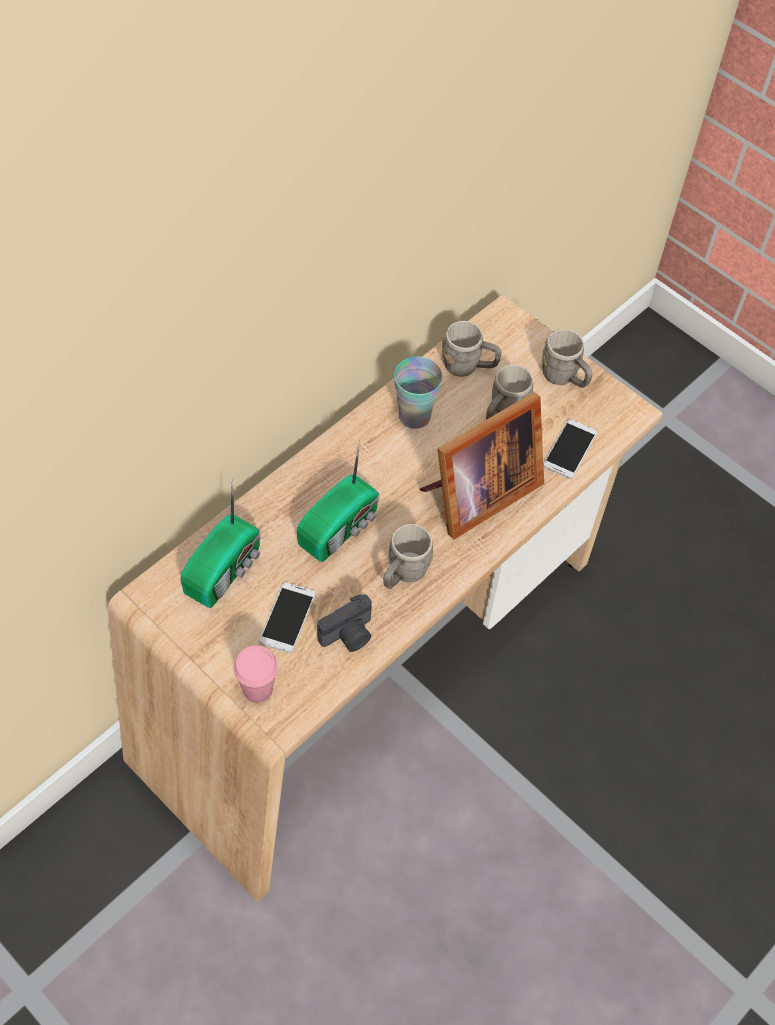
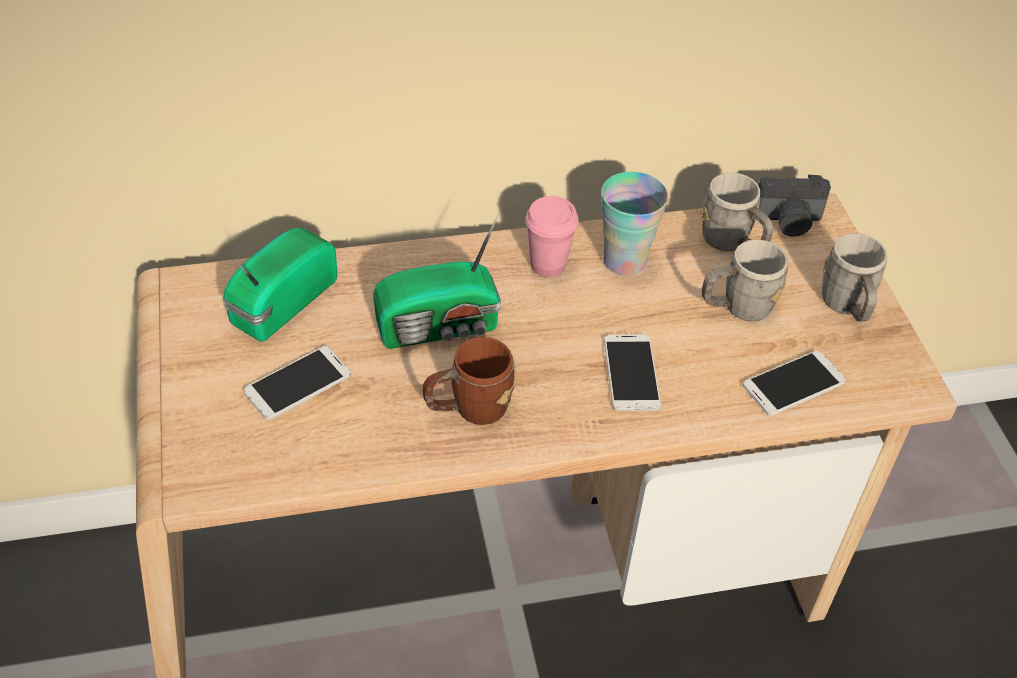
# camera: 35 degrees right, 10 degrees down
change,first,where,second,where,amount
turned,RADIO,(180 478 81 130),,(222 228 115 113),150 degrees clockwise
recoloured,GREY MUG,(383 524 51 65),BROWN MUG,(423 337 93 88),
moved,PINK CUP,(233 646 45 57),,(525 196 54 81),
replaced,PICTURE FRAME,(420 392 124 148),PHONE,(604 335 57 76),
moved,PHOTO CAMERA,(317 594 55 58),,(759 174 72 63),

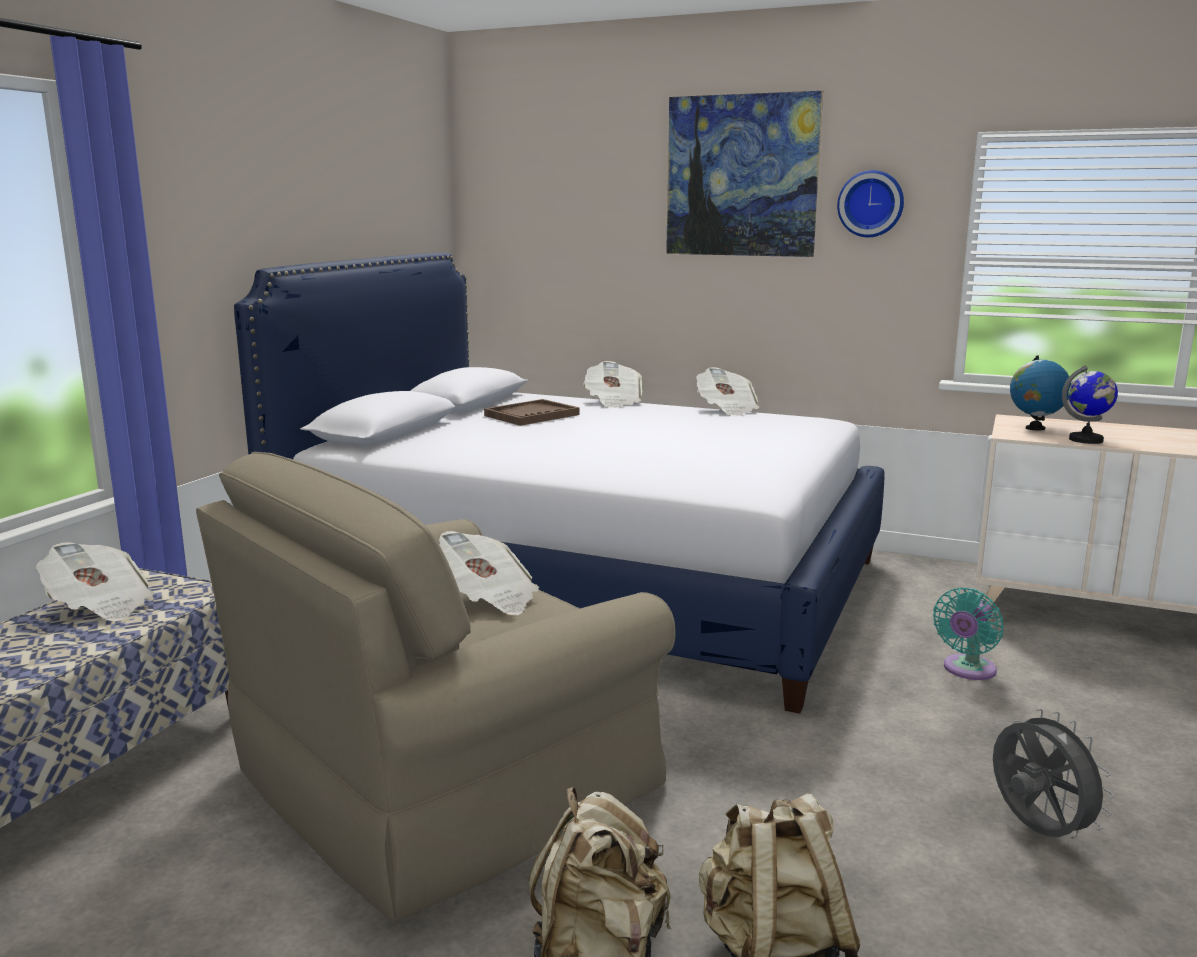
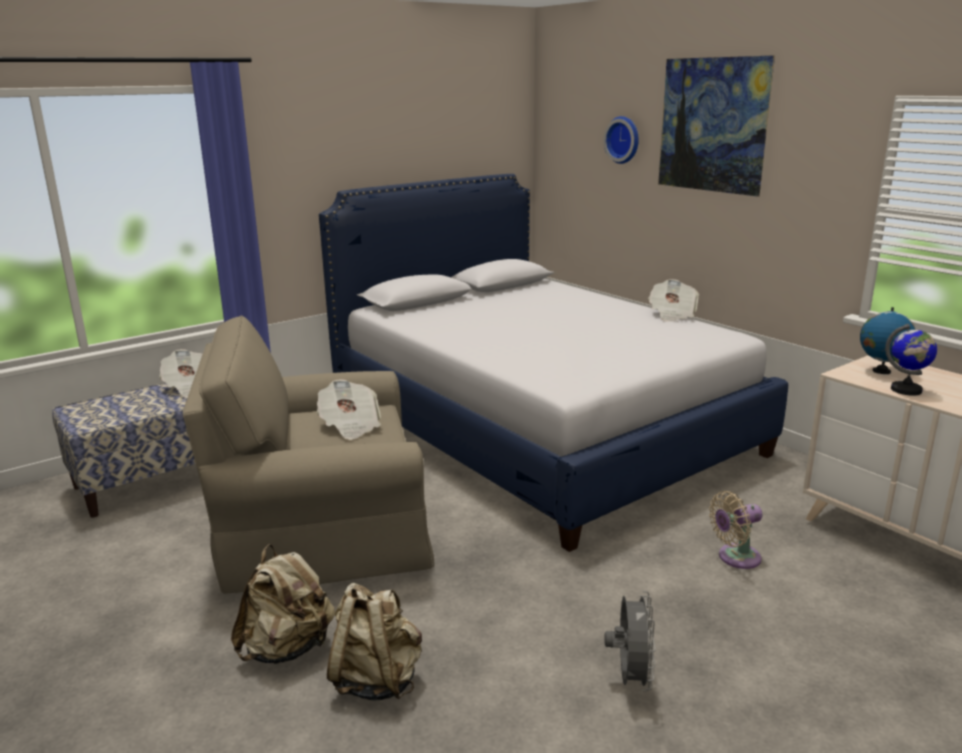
# camera: 30 degrees right, 5 degrees up
change,first,where,second,where,amount
moved,WALL CLOCK,(837 170 67 67),,(603 116 36 48),
recoloured,TURQUOISE FAN,(933 588 71 92),BEIGE FAN,(709 491 54 78),
removed,BROWN TRAY,(484 399 96 27),,,
removed,NEWSPAPER,(583 361 59 47),,,

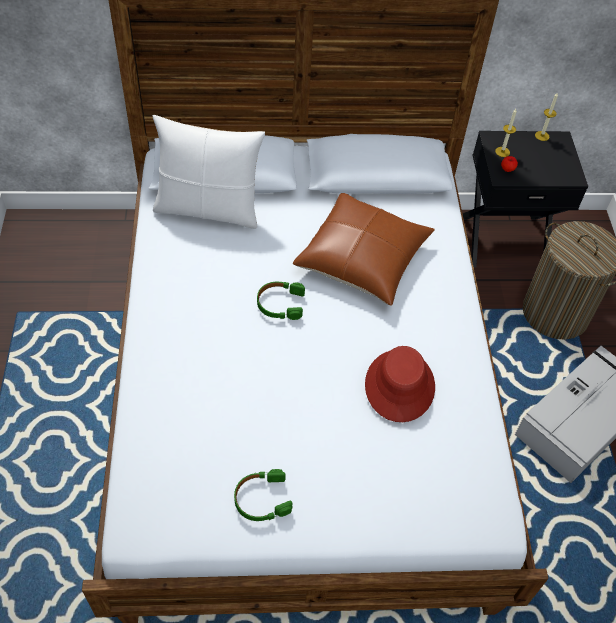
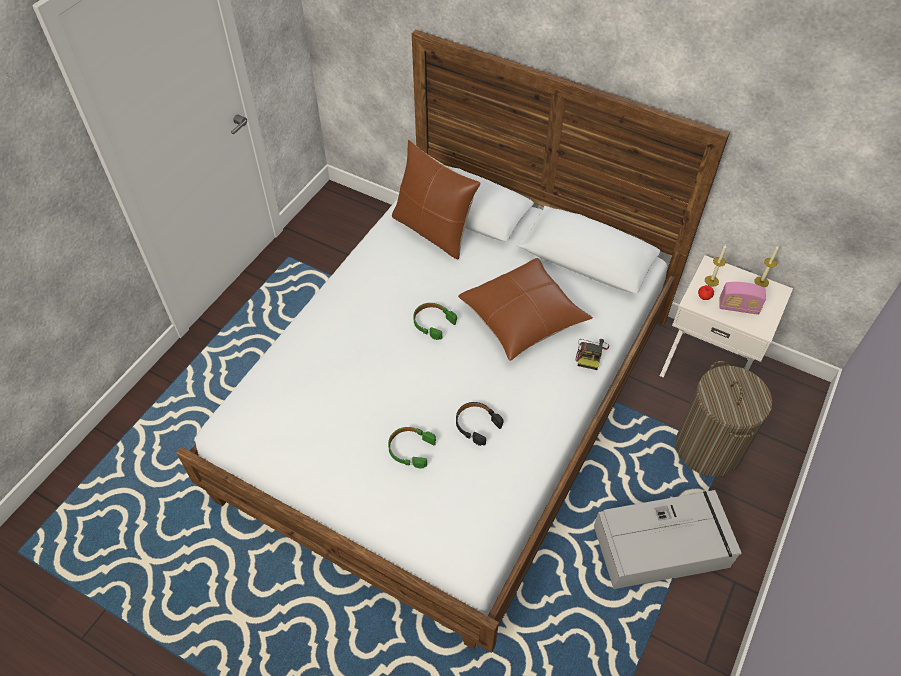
# camera: 35 degrees right, 0 degrees up
change,first,where,second,where,amount
moved,GREEN HEADPHONES,(234 469 58 52),,(388 427 48 42),
recoloured,WHITE PILLOW,(152 115 113 114),BROWN PILLOW,(392 140 89 120),
replaced,RED HAT,(365 346 70 76),BLACK HEADPHONES,(456 402 48 44),
added,,,PHOTO CAMERA,(576 339 33 31),
recoloured,BLACK NIGHTSTAND,(463 131 125 137),WHITE NIGHTSTAND,(660 255 133 123),
added,,,RADIO,(719 282 47 33),

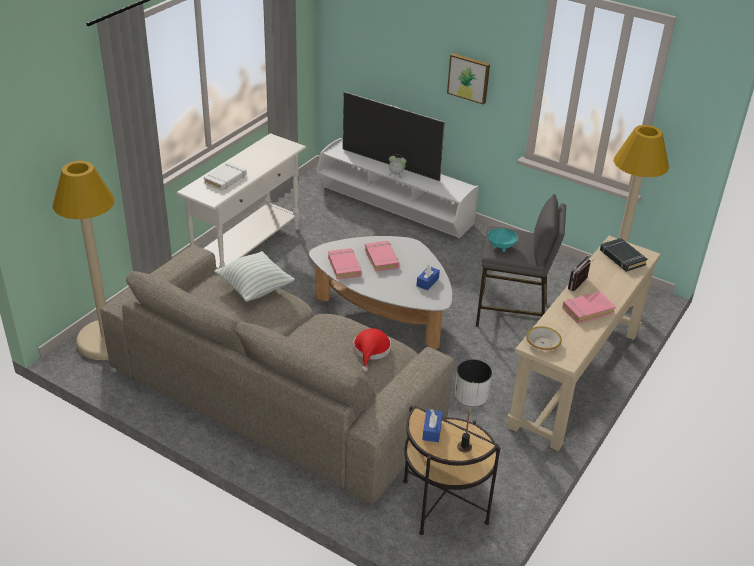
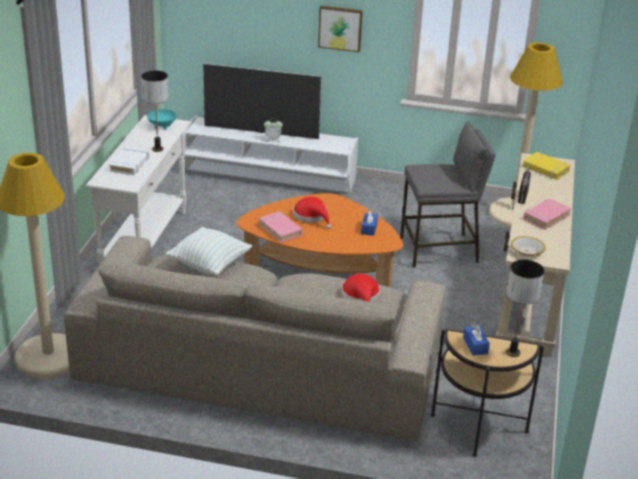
# camera: 20 degrees left, 5 degrees down
change,first,where,second,where,amount
added,,,TABLE LAMP,(141 71 28 81),
moved,TURQUOISE BOWL,(488 228 30 24),,(147 109 30 21),
recoloured,WHITE COFFEE TABLE,(309 236 143 113),ORANGE COFFEE TABLE,(237 193 166 94),
replaced,PINK BOOK,(365 241 34 31),RED HAT,(293 197 38 32),
recoloured,BLACK BOOK,(600 238 47 34),YELLOW BOOK,(523 152 48 28),

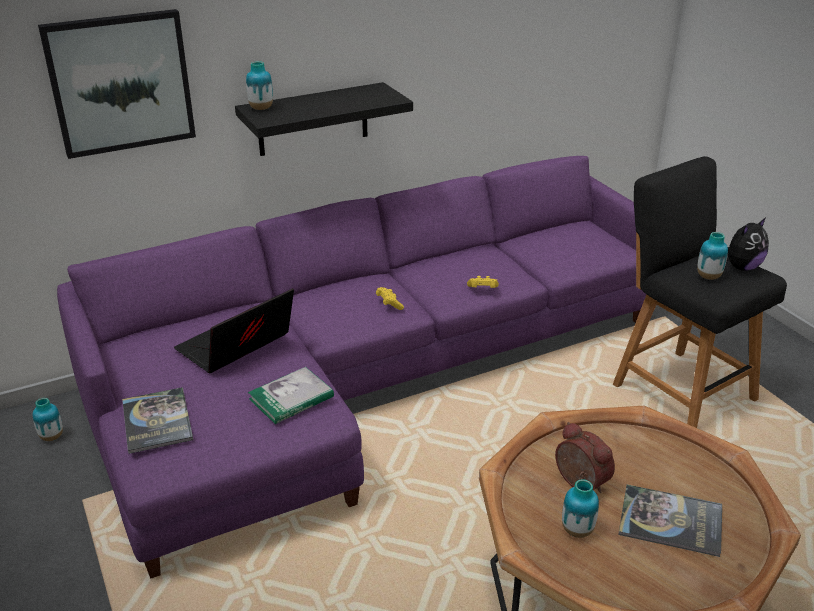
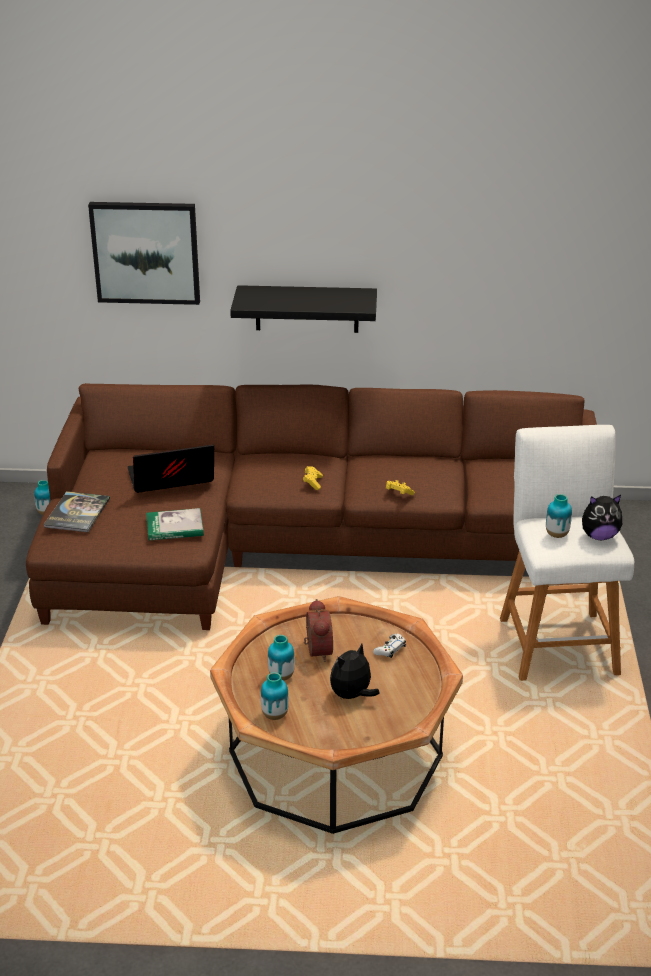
# camera: 30 degrees right, 0 degrees up
change,first,where,second,where,amount
recoloured,PURPLE SOFA,(57 156 589 423),BROWN SOFA,(26 383 571 247),
moved,VASE,(246 61 27 49),,(261 672 28 48),
replaced,BOOK,(618 484 104 73),PLUSH TOY,(330 644 49 58),
added,,,WHITE GAME CONTROLLER,(373 634 33 24),
recoloured,BLACK STOOL,(613 156 174 272),WHITE STOOL,(500 425 134 256),

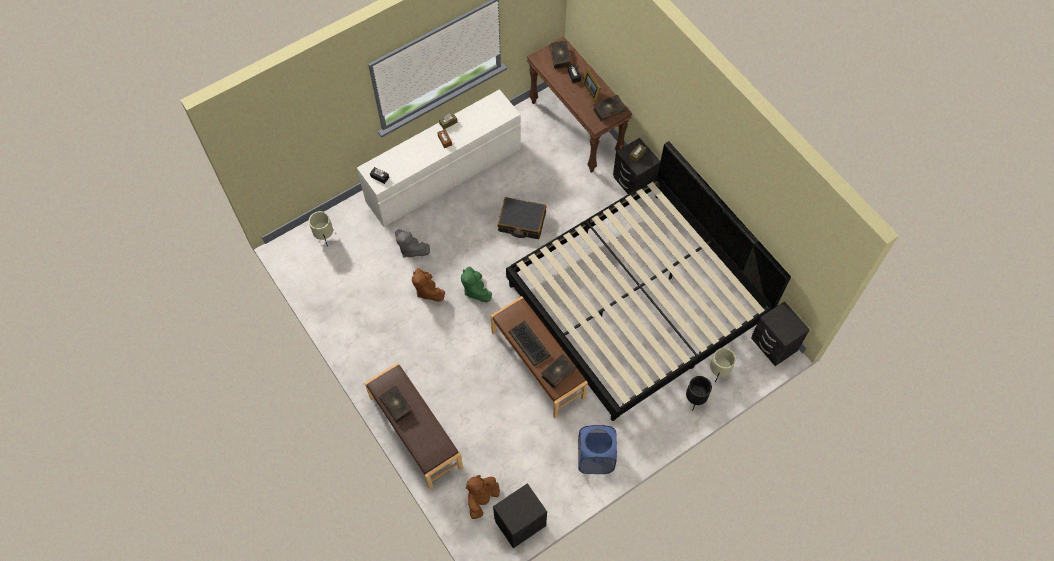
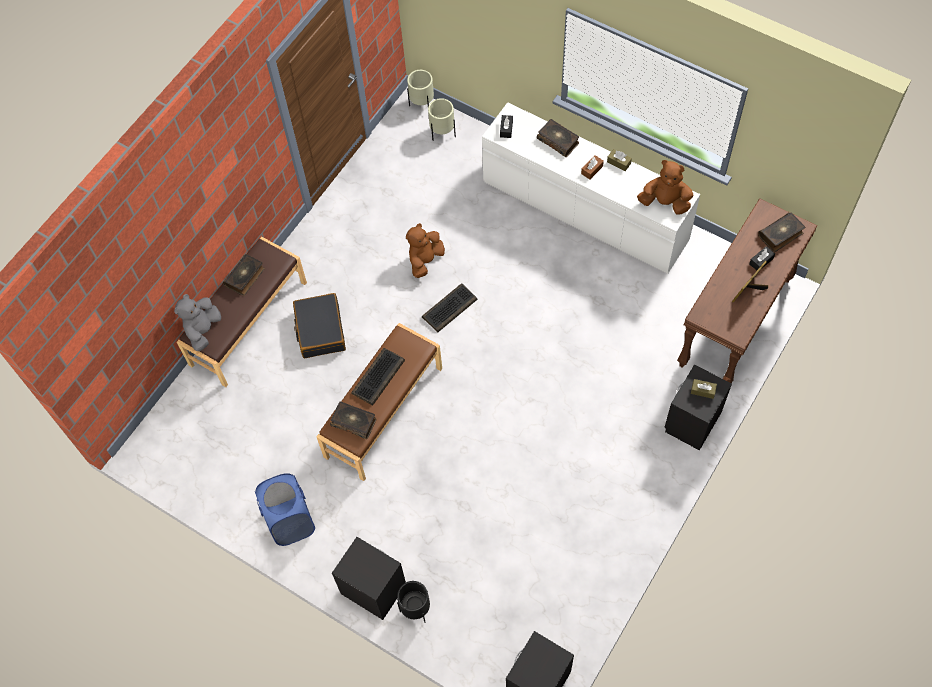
# camera: 70 degrees right, 0 degrees up
change,first,where,second,where,amount
moved,GREY PLUSH TOY,(395 229 35 29),,(174 294 47 57),
moved,BLACK SUITCASE,(498 197 48 42),,(293 293 53 65),
moved,BLACK NIGHTSTAND,(493 483 54 65),,(332 537 74 83),
moved,BEIGE PLANTER,(710 348 26 35),,(407 70 27 36),
replaced,GREEN PLUSH TOY,(461 267 31 36),KEYBOARD,(422 283 55 49),
moved,BOOK,(593 95 33 27),,(537 119 42 38),
moved,BROWN PLUSH TOY,(466 475 34 44),,(637 160 56 55),
removed,BED,(506 141 285 280),,,

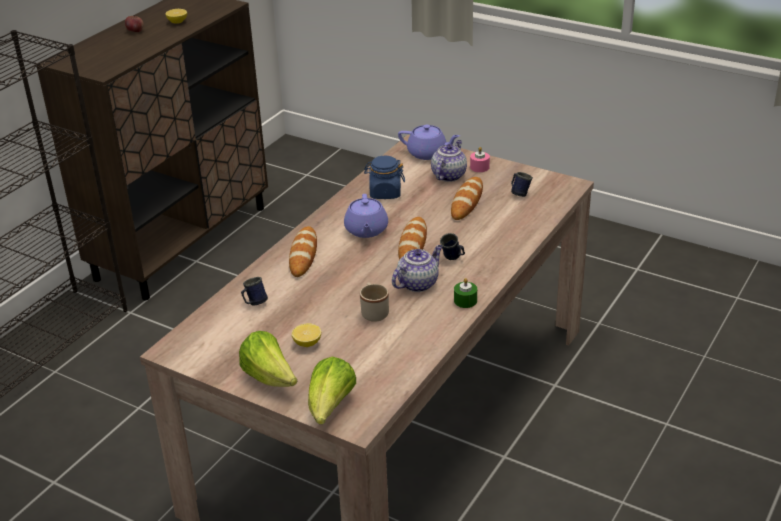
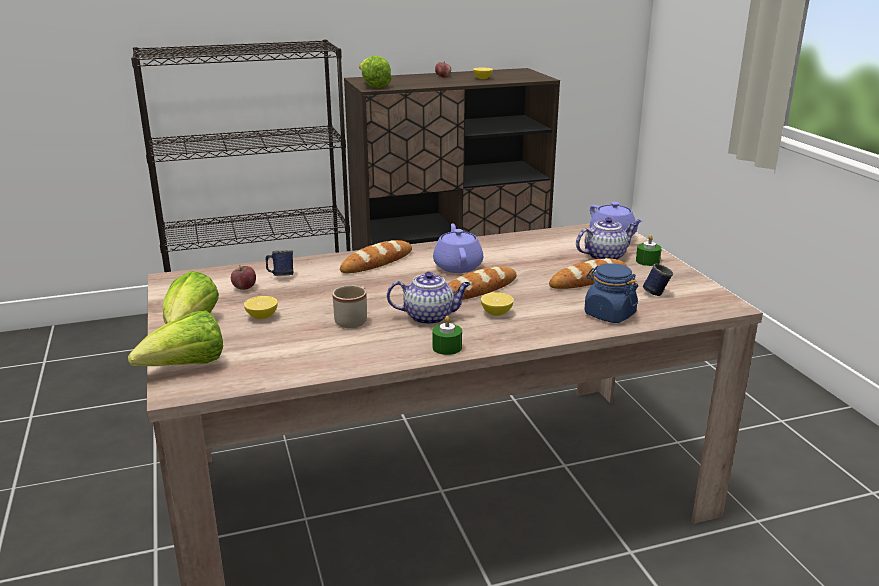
# camera: 40 degrees right, 10 degrees down
change,first,where,second,where,amount
added,,,APPLE,(231 265 25 25),
added,,,LETTUCE,(359 55 33 33),
turned,PURPLE TEAPOT,(344 194 44 44),,(433 223 50 50),135 degrees clockwise
replaced,BLUE MUG,(440 233 25 27),LEMON,(481 292 33 24),
moved,BLUE JAR,(364 156 41 43),,(584 263 54 60),
recoloured,PINK CANDLE,(470 147 20 25),GREEN CANDLE,(636 235 26 31),

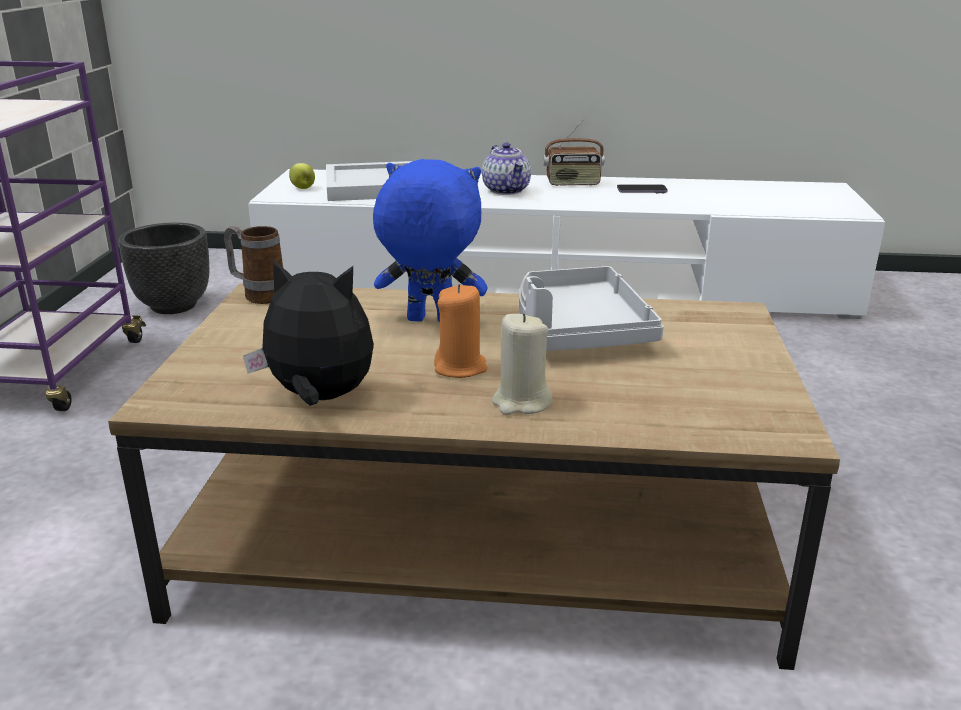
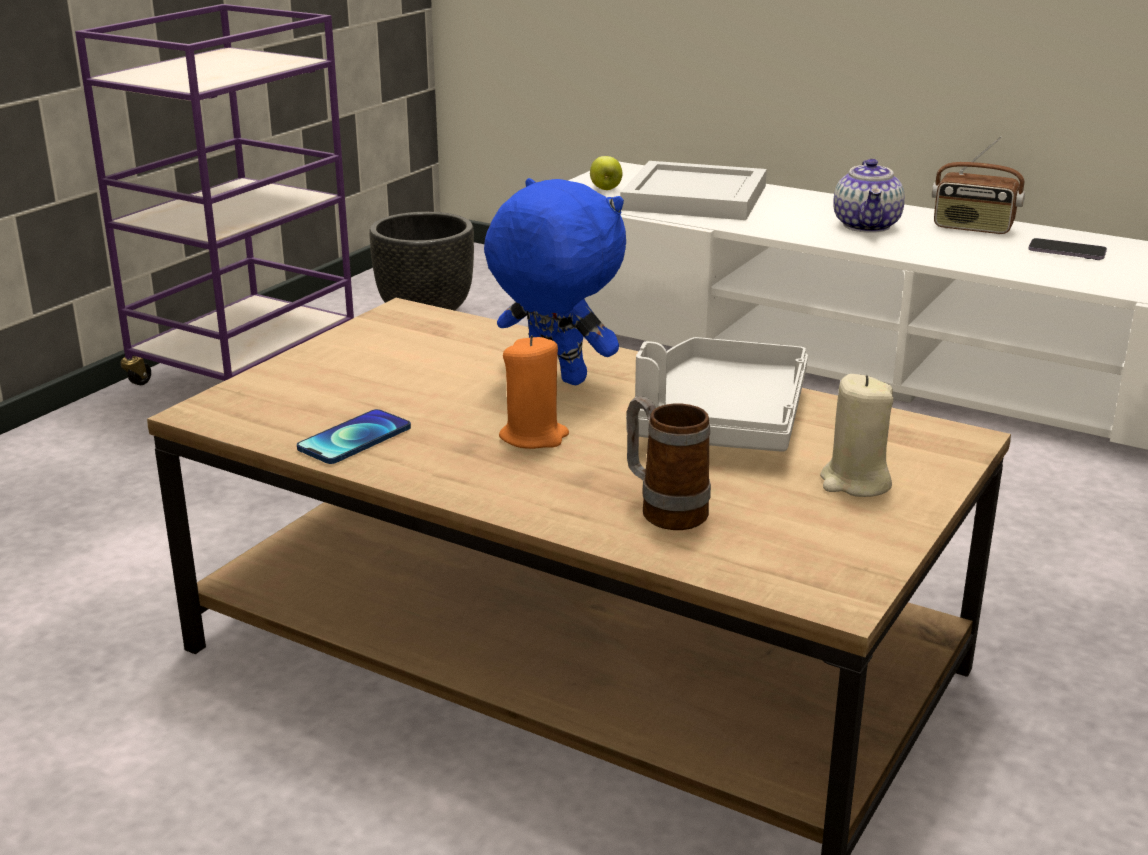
# camera: 25 degrees right, 0 degrees up
change,first,where,second,where,amount
replaced,PLUSH TOY,(243 258 131 148),PHONE,(297 409 114 55),
moved,MUG,(224 226 59 78),,(626 396 85 134),
moved,BEIGE CANDLE,(492 313 60 102),,(820 374 73 123),

